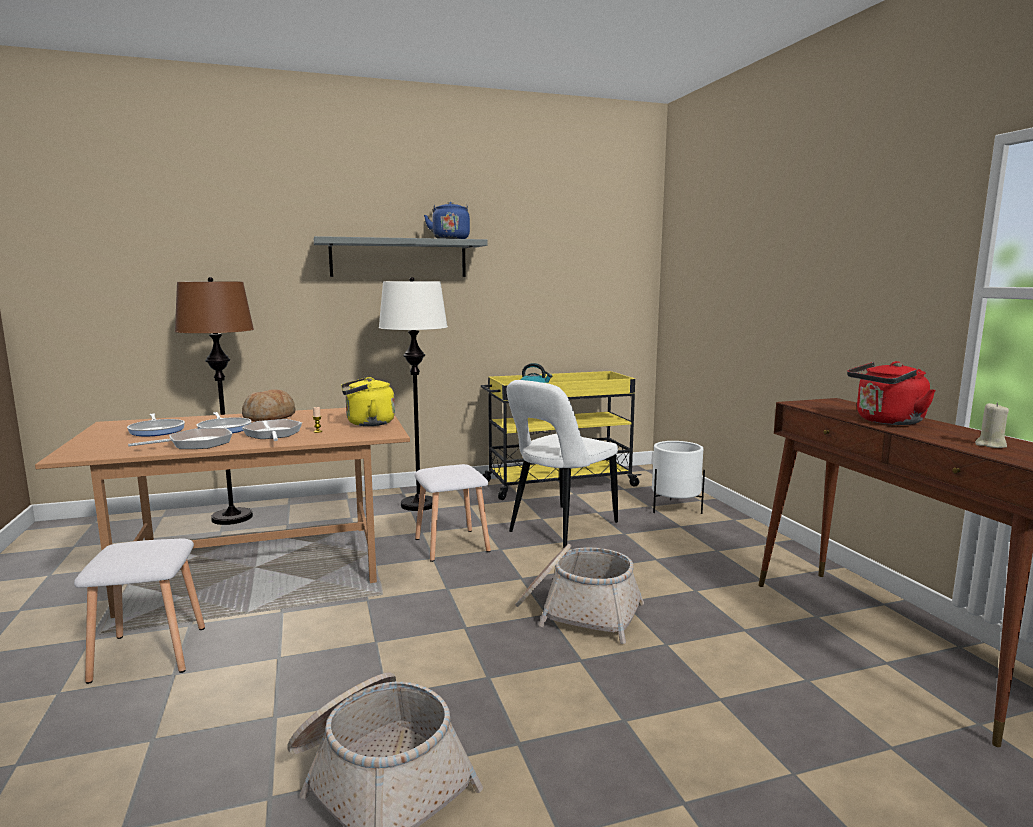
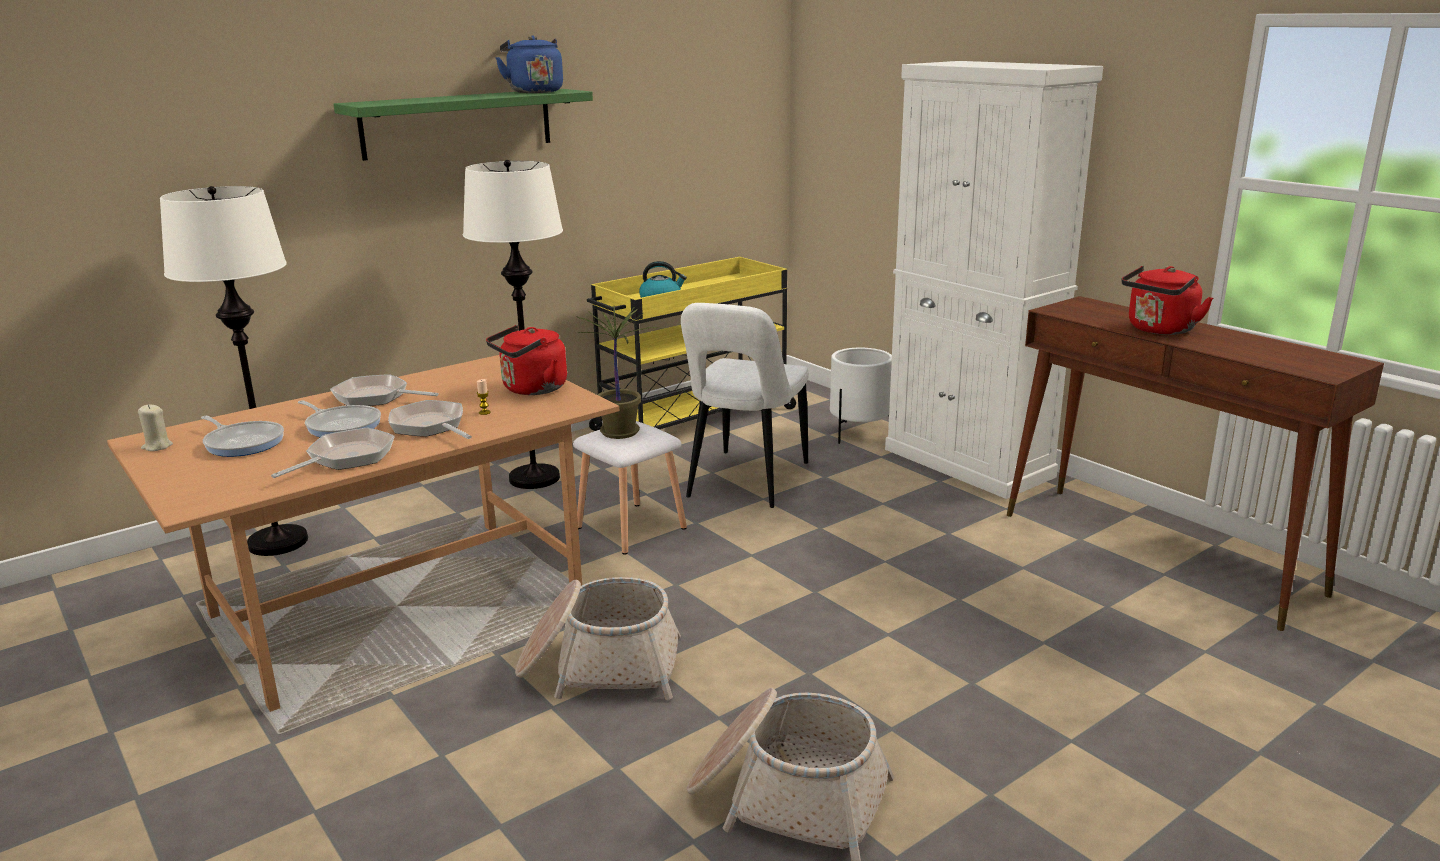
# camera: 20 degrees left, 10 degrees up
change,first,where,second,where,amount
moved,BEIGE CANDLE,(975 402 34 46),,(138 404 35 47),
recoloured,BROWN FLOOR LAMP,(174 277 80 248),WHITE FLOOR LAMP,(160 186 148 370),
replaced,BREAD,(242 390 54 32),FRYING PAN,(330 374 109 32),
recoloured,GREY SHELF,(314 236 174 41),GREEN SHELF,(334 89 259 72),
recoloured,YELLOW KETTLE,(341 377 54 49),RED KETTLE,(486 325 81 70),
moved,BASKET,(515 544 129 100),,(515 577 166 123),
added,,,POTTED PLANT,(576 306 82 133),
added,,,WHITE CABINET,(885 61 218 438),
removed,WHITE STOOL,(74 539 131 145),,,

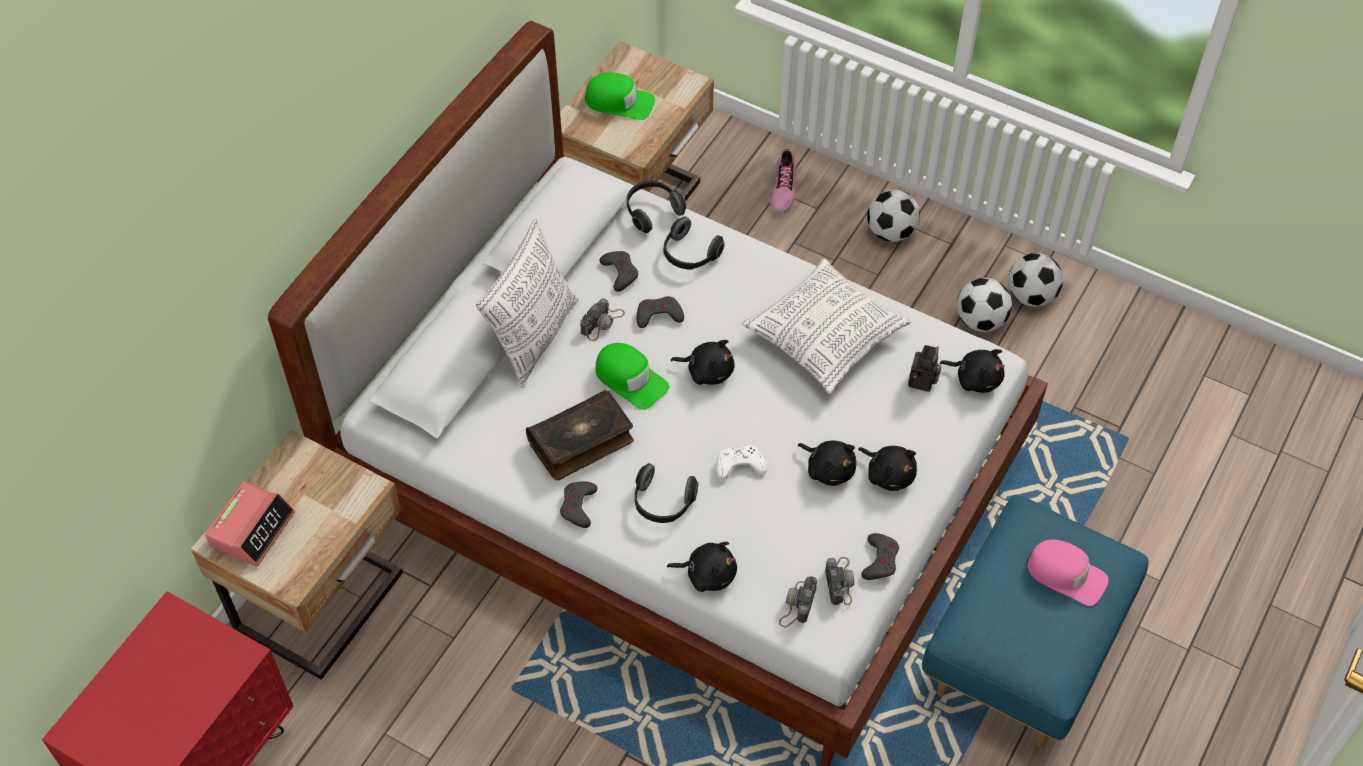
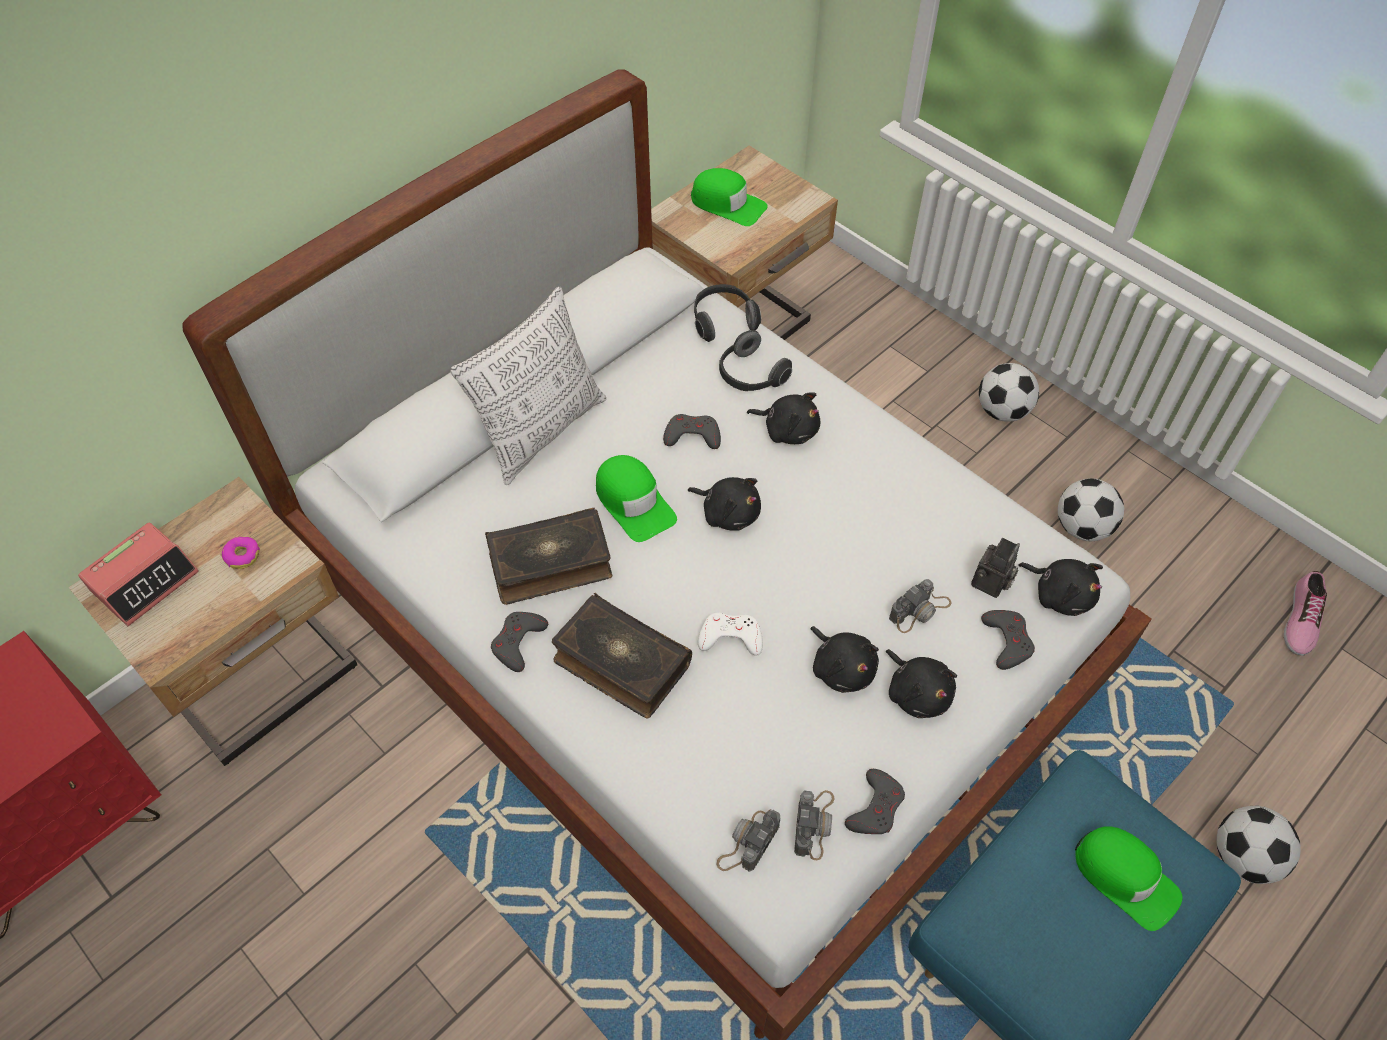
# camera: 15 degrees right, 0 degrees up
change,first,where,second,where,amount
added,,,DONUT,(222 537 38 32),
replaced,HEADPHONES,(635 463 63 60),BOOK,(552 593 140 126),
moved,BLACK PLUSH TOY,(667 542 70 50),,(747 392 73 52),
moved,PHOTO CAMERA,(580 298 45 43),,(889 579 63 54),
moved,GREY GAME CONTROLLER,(599 251 39 41),,(981 610 54 60),
recoloured,PINK CAP,(1027 539 81 67),GREEN CAP,(1075 826 108 105),
moved,FOOTBALL,(1008 253 55 54),,(1216 806 85 78),
moved,SHOE,(769 149 27 64),,(1284 571 43 85),
removed,PILLOW,(742 258 169 136),,,

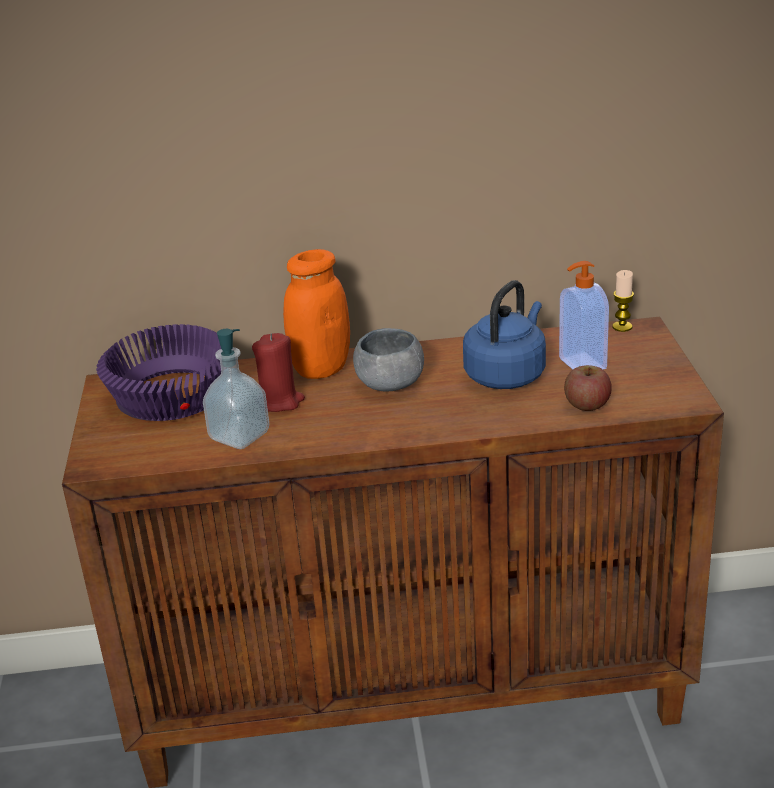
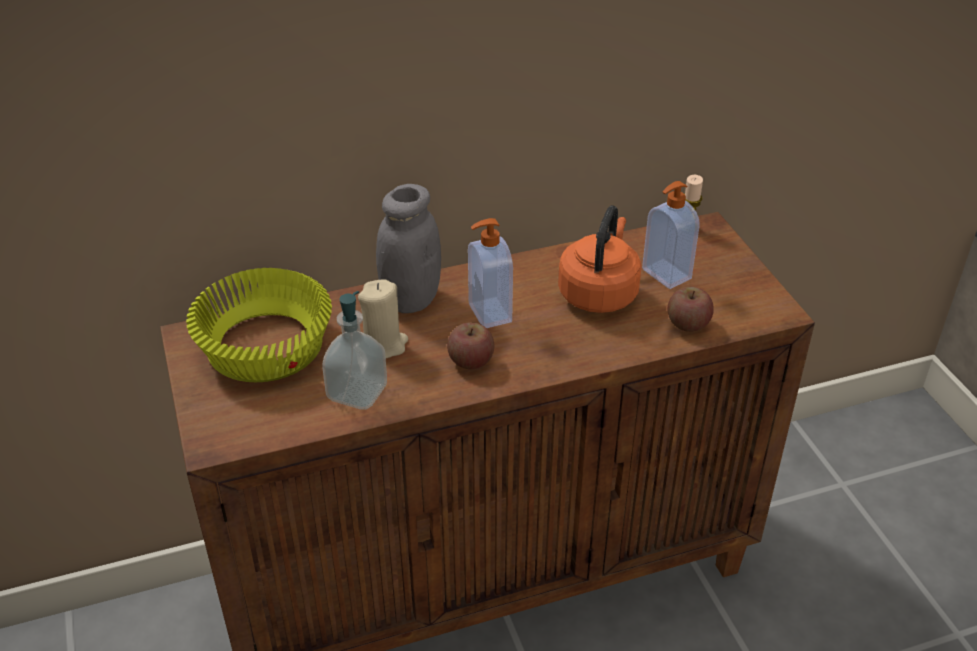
# camera: 15 degrees left, 10 degrees up
change,first,where,second,where,amount
recoloured,PURPLE BOWL,(96 324 125 97),YELLOW BOWL,(186 268 146 114),
recoloured,RED CANDLE,(252 333 53 79),BEIGE CANDLE,(358 279 50 79),
recoloured,ORANGE JAR,(283 249 67 130),GREY JAR,(376 184 65 129),
added,,,APPLE,(447 322 47 47),
replaced,GREY BOWL,(353 328 71 64),SOAP DISPENSER,(468 218 45 110),
recoloured,BLUE KETTLE,(463 280 83 109),ORANGE KETTLE,(558 205 83 108),

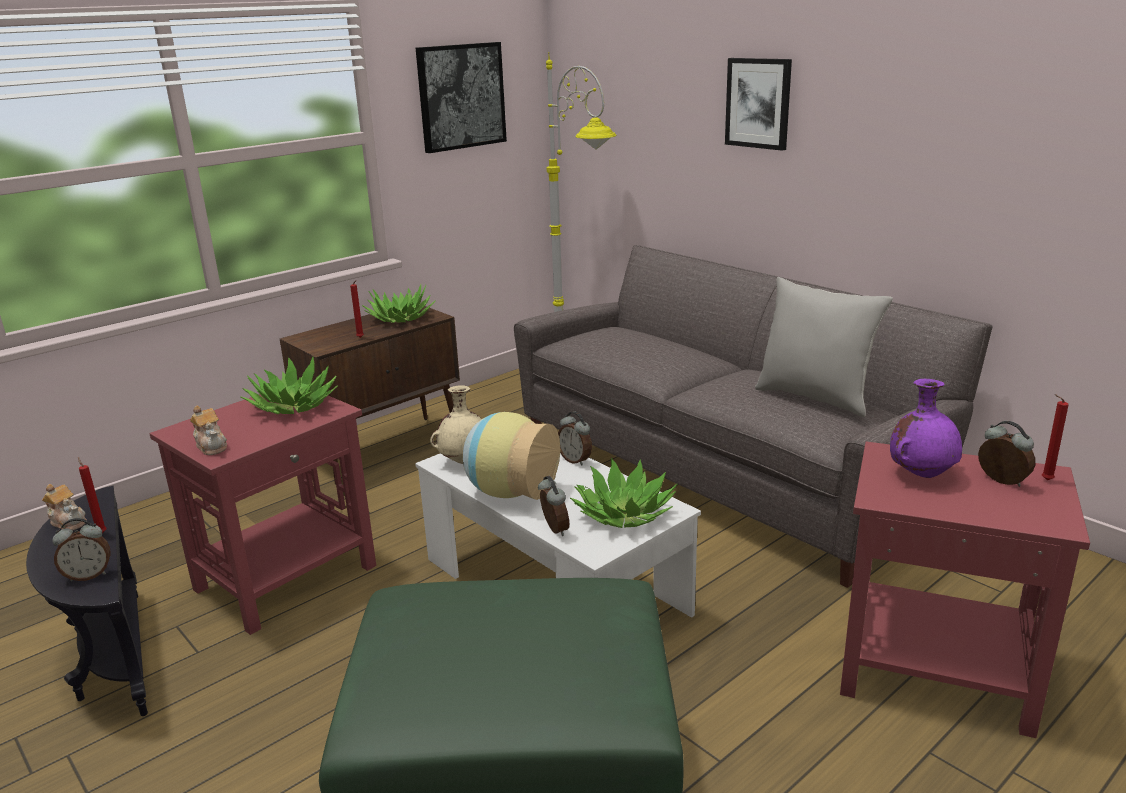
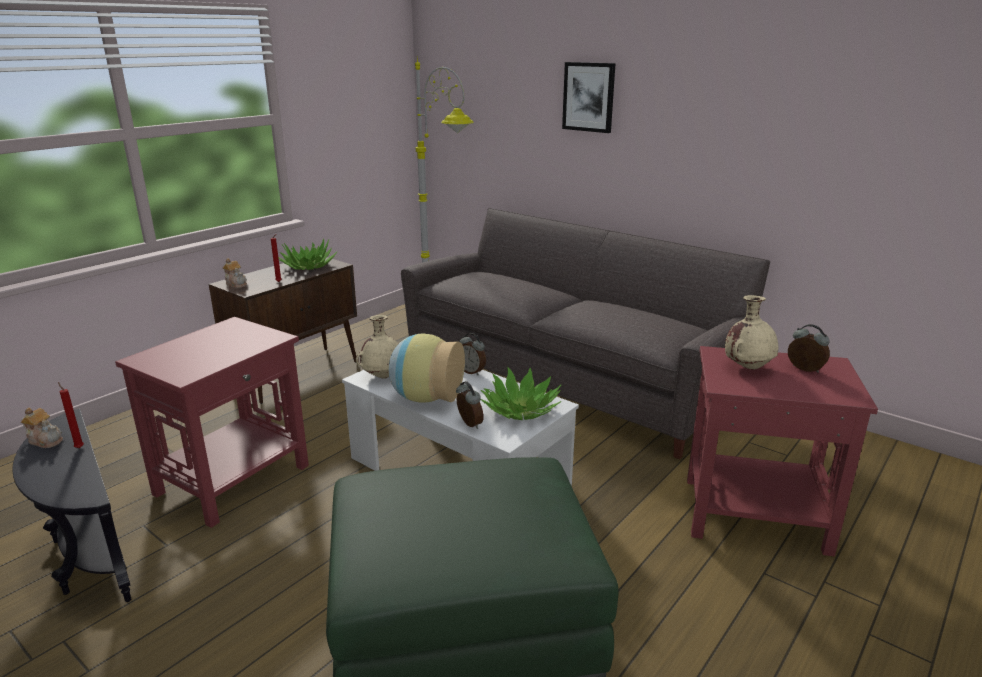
# camera: 10 degrees left, 0 degrees up
change,first,where,second,where,amount
moved,TEAPOT,(190 405 37 50),,(223 258 24 30),
recoloured,PURPLE VASE,(890 379 72 99),BEIGE VASE,(725 295 53 75),
removed,ALARM CLOCK,(52 518 59 63),,,
removed,POTTED PLANT,(241 357 97 57),,,
removed,PICTURE,(416 42 91 111),,,
removed,GREY PILLOW,(755 277 138 140),,,
removed,RED CANDLE,(1042 394 27 86),,,

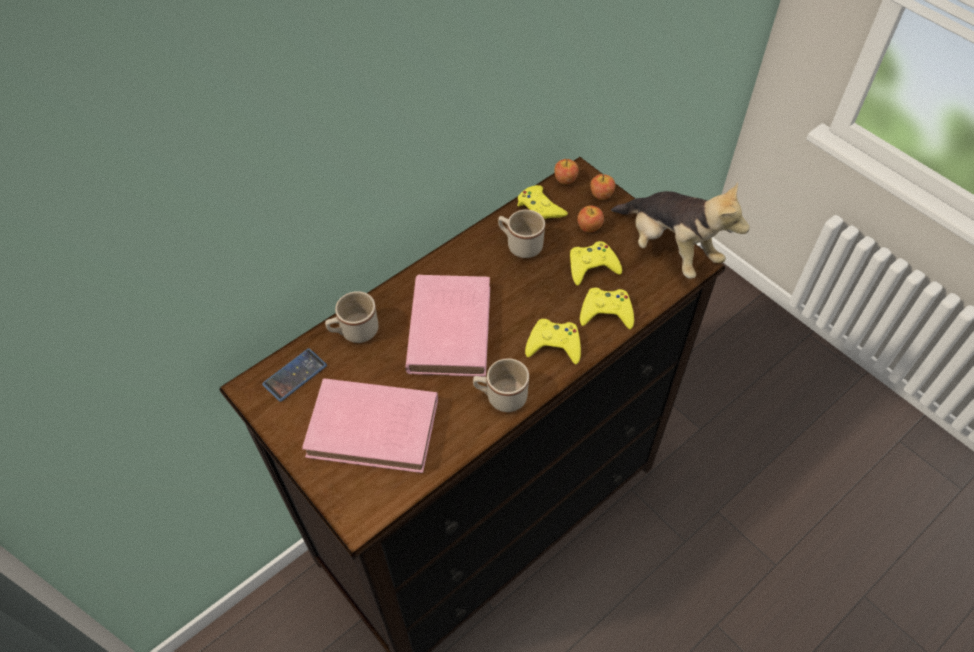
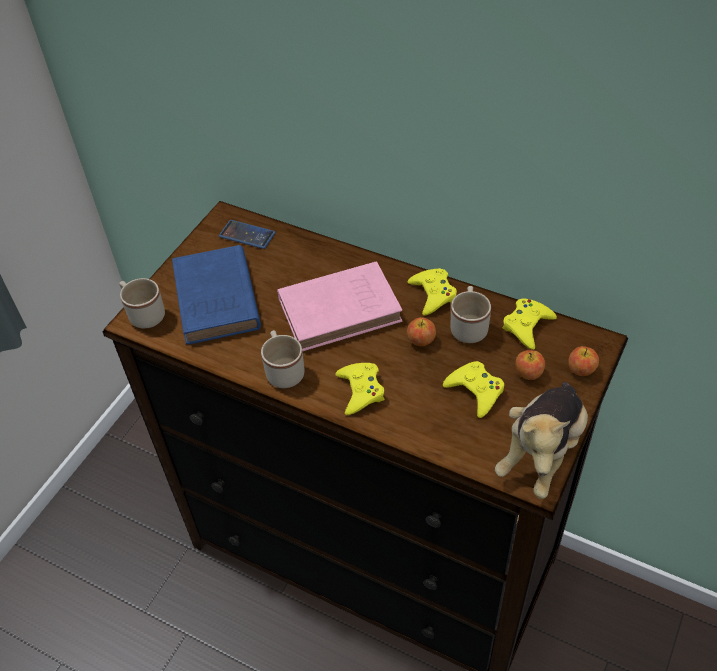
# camera: 70 degrees right, 5 degrees down
change,first,where,second,where,amount
moved,BEIGE MUG,(325 291 53 52),,(119 278 46 51),
recoloured,PINK BOOK,(302 378 136 95),BLUE BOOK,(172 245 89 100),
moved,APPLE,(554 159 25 26),,(407 317 29 29),
moved,YELLOW GAME CONTROLLER,(580 288 54 41),,(408 268 49 47),

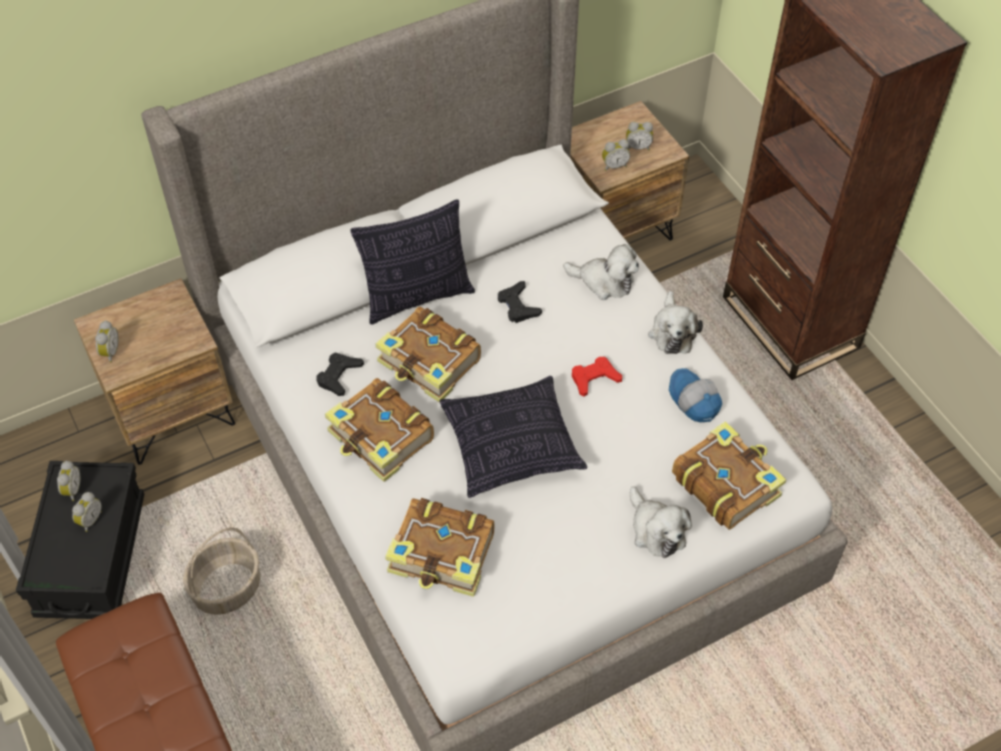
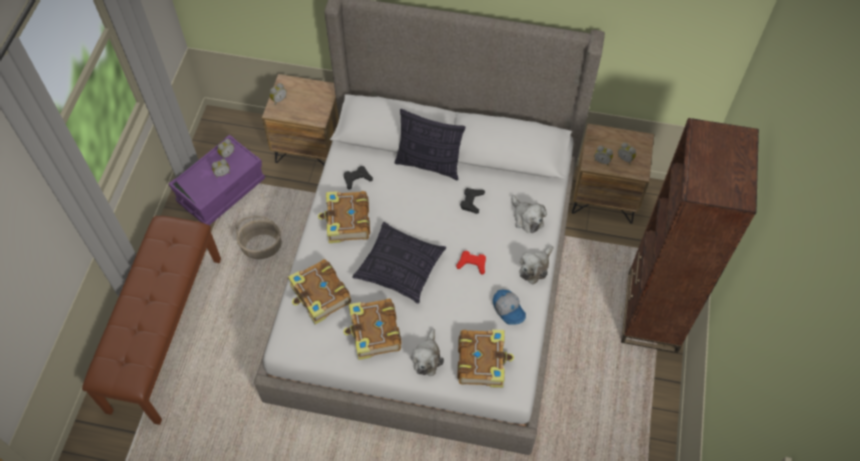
# camera: 40 degrees right, 5 degrees up
change,first,where,second,where,amount
recoloured,BLACK STORAGE BOX,(16 461 128 158),PURPLE STORAGE BOX,(169 135 96 90),
moved,BOOK,(375 307 106 96),,(343 299 59 61),
turned,CAP,(669 368 53 54),,(493 290 33 35),135 degrees clockwise

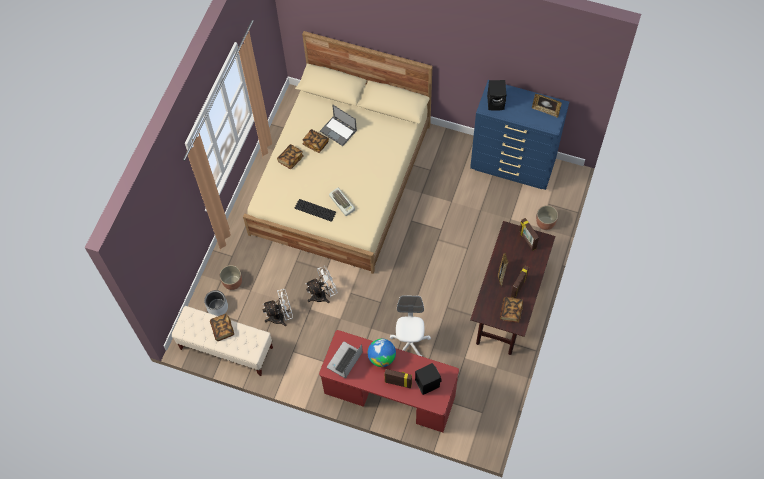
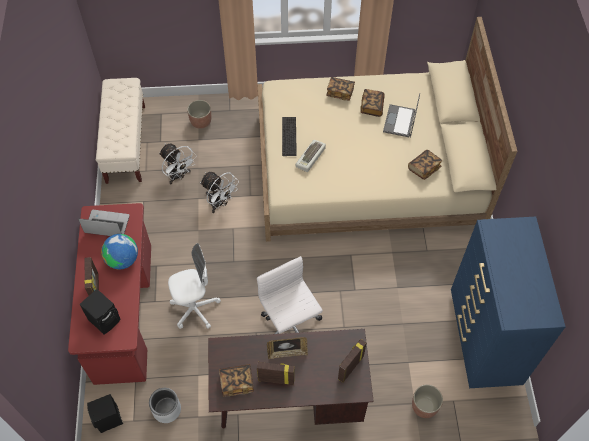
# camera: 65 degrees right, 5 degrees down
change,first,where,second,where,amount
moved,BLACK SPEAKER,(487 80 19 31),,(87 394 36 39),
moved,GREY PLANTER,(204 290 24 26),,(149 388 32 35),
added,,,WHITE OFFICE CHAIR,(257 256 66 78),
moved,BOOK,(210 313 24 28),,(408 150 34 30),
removed,PICTURE FRAME,(532 94 30 24),,,

